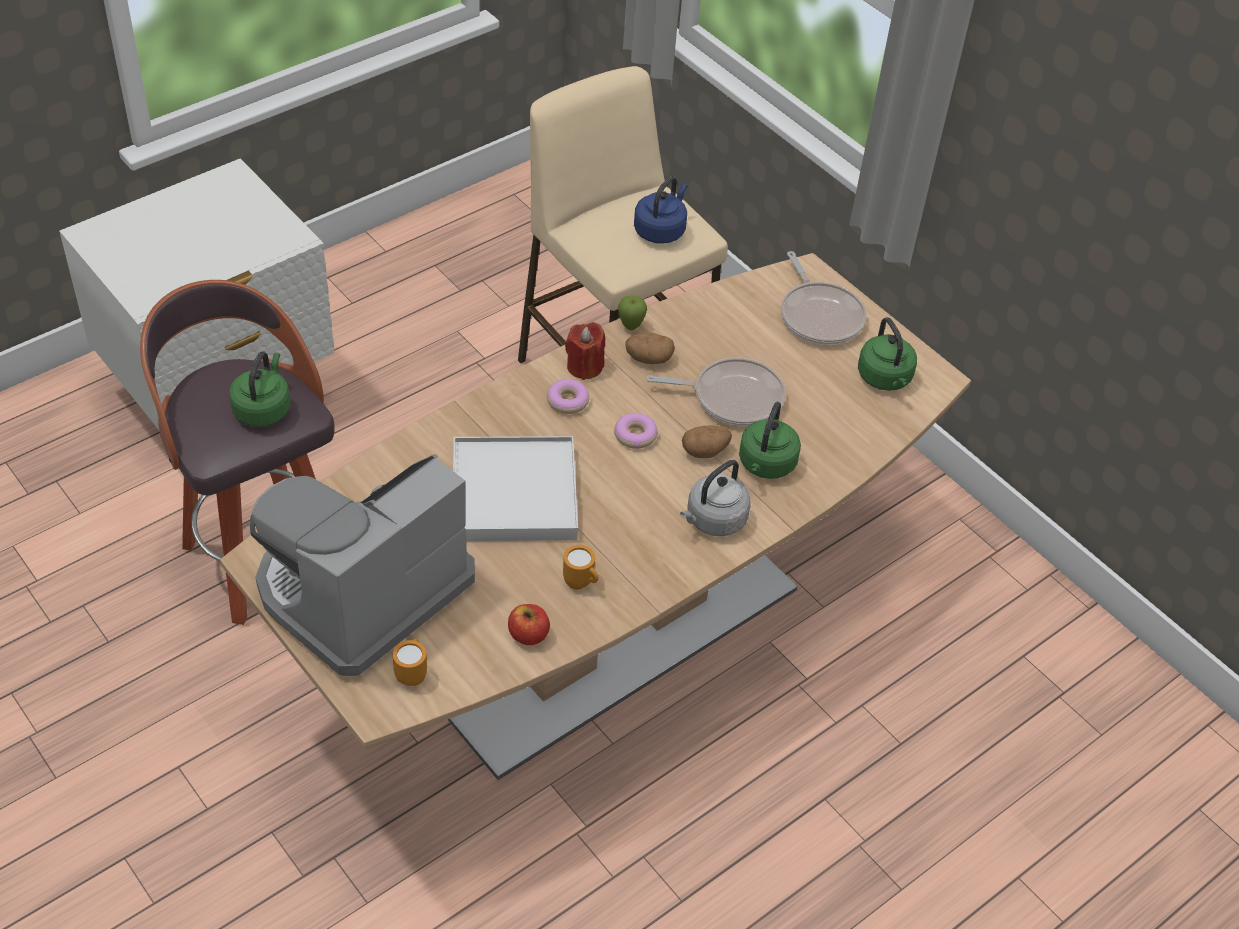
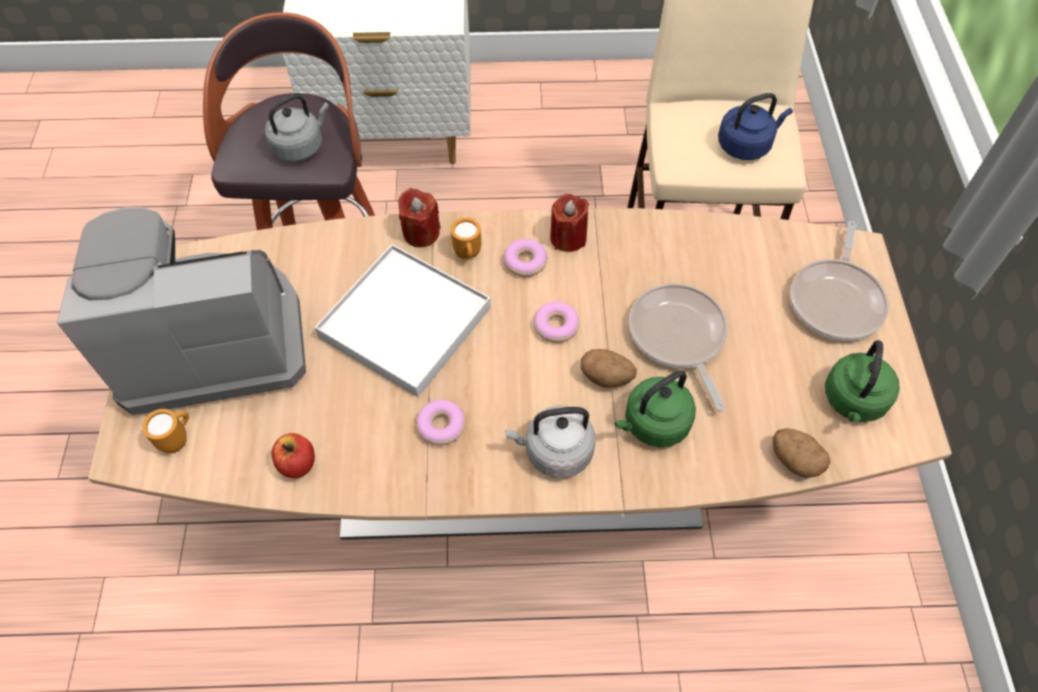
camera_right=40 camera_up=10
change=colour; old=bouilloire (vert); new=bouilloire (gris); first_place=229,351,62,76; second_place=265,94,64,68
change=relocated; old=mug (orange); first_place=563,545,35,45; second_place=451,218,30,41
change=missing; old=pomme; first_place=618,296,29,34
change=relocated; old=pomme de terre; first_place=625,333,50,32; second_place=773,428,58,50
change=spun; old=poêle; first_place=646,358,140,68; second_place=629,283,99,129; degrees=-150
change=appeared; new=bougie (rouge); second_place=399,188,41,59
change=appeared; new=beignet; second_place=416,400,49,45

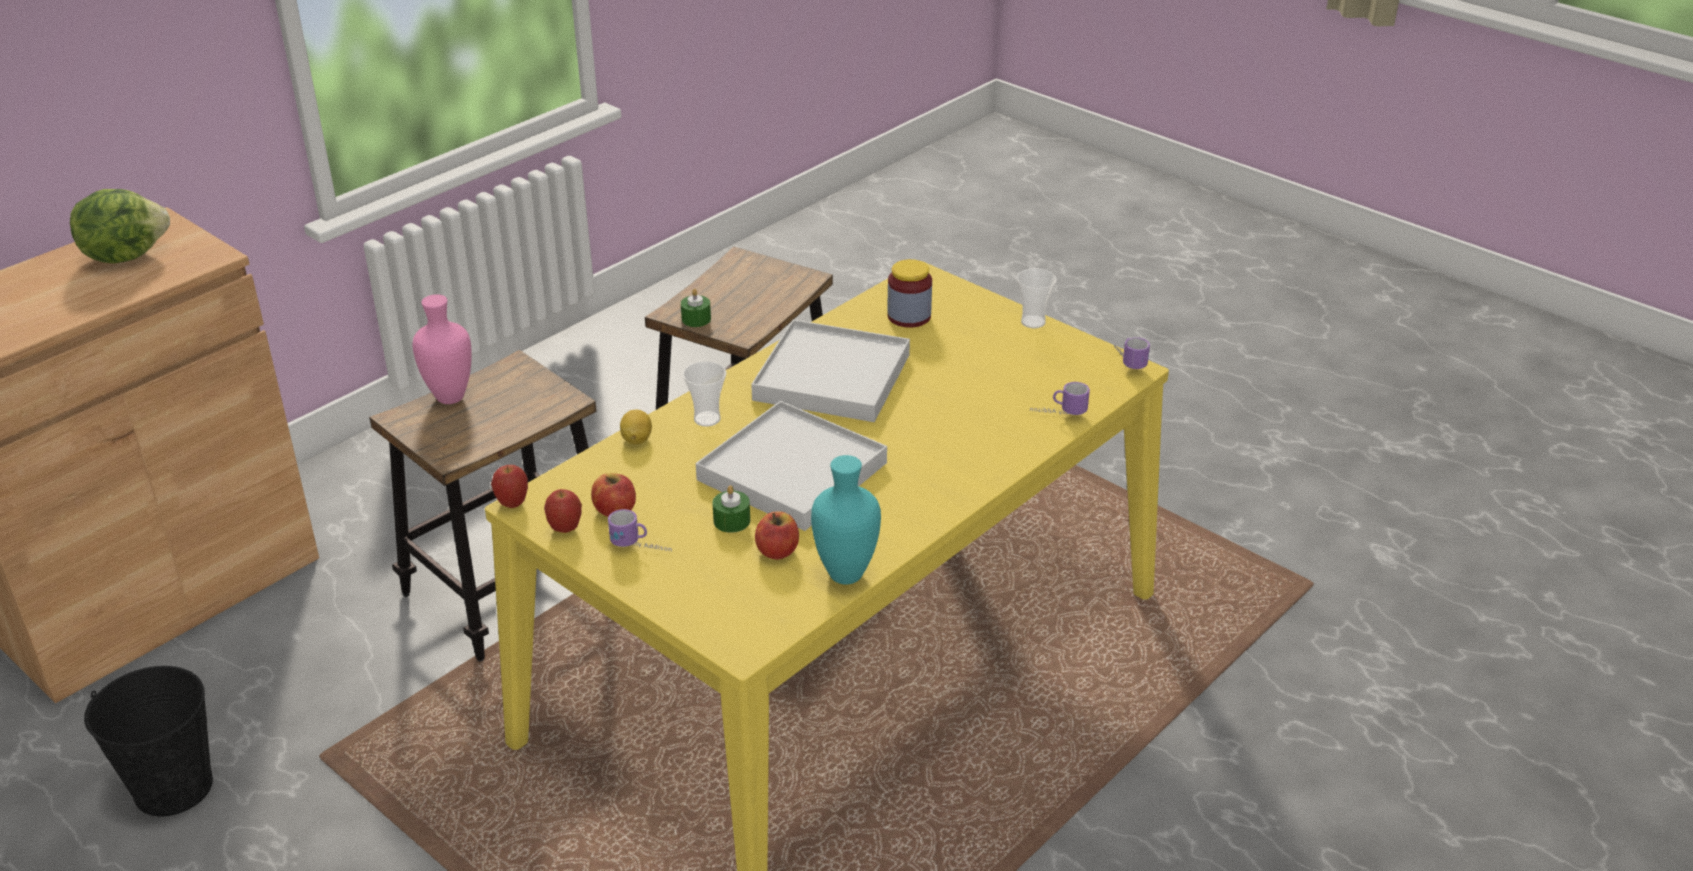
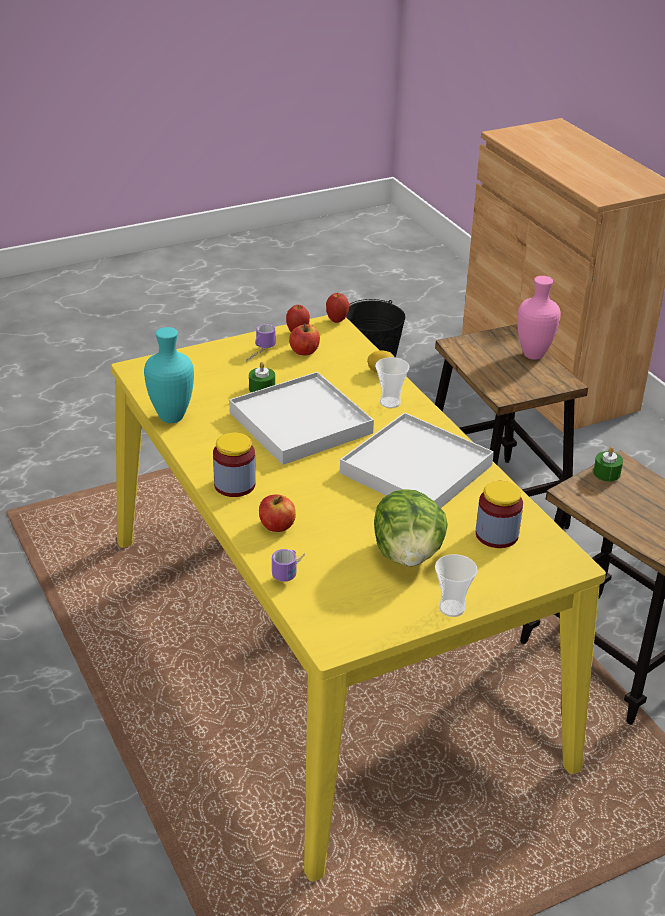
camera_right=110 camera_up=0
change=relocated; old=laitue; first_place=70,189,100,75; second_place=374,489,74,77
change=relocated; old=pomme; first_place=755,511,44,49; second_place=259,495,37,37
change=missing; old=mug; first_place=1114,337,36,32
change=appeared; new=bocal; second_place=213,433,43,64

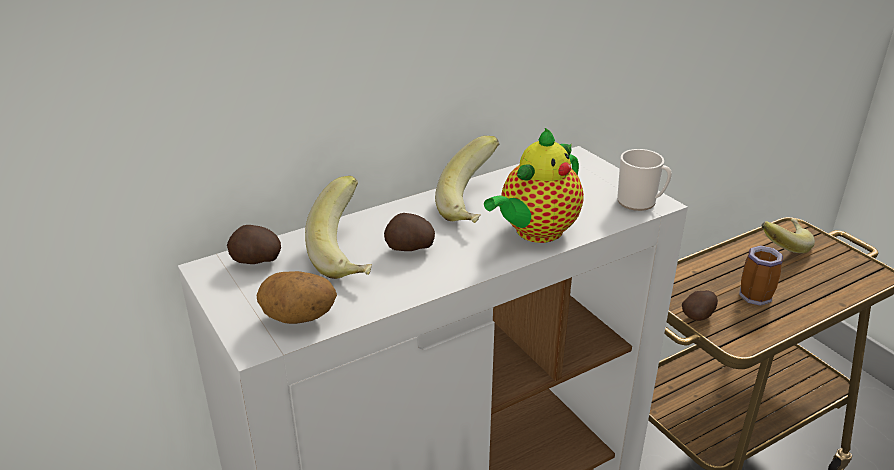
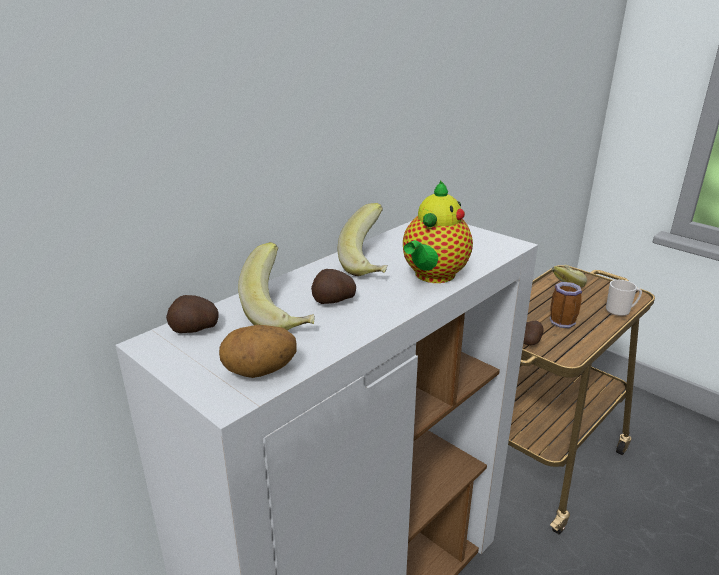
camera_right=-15 camera_up=-5
change=relocated; old=mug; first_place=617,149,55,62; second_place=606,280,36,36

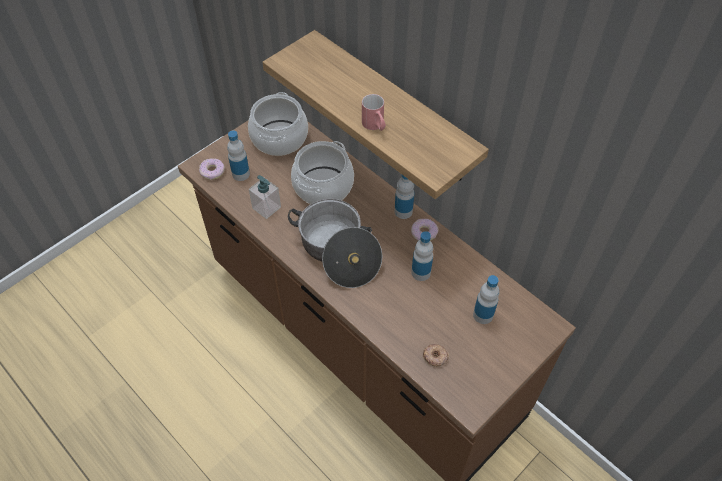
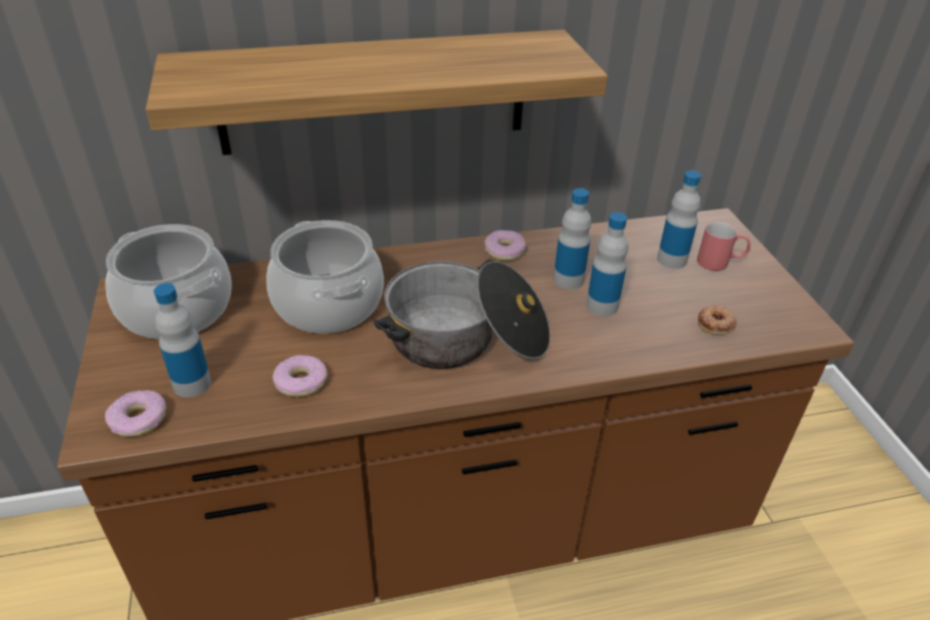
camera_right=-60 camera_up=-15
change=exchanged; old=distributeur de savon; new=beignet; first_place=249,175,32,44; second_place=273,355,55,42
change=relocated; old=mug (rouge); first_place=362,94,24,37; second_place=697,222,54,49
change=relocated; old=bouteille; first_place=394,175,20,44; second_place=586,212,42,104

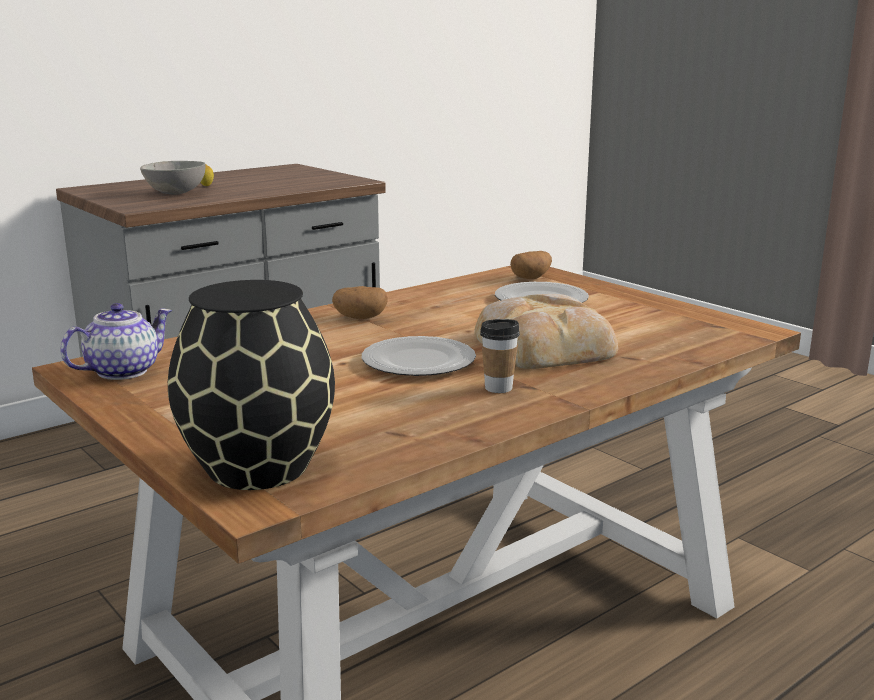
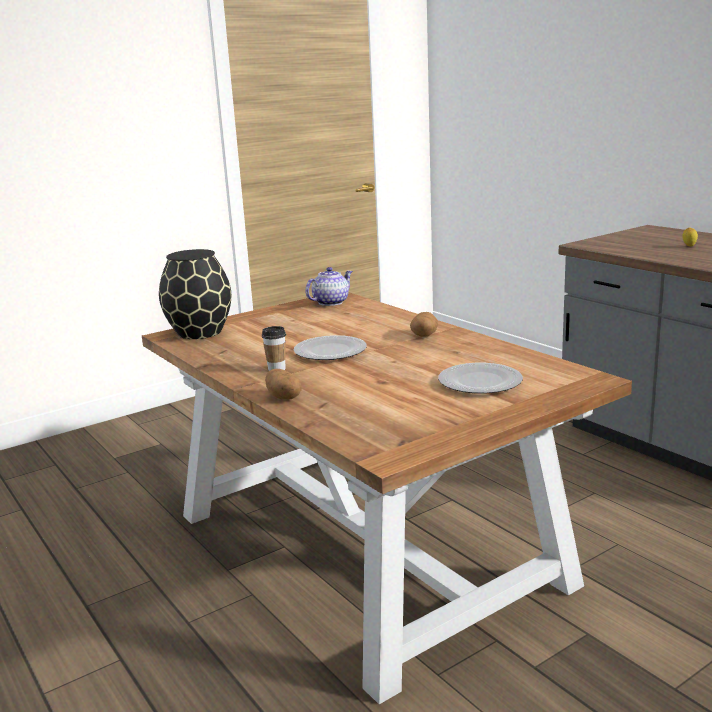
camera_right=95 camera_up=0
change=spun; old=théière; first_place=60,303,112,77; second_place=306,267,47,39; degrees=-90
change=missing; old=bol (gris); first_place=140,161,66,34
change=missing; old=pain; first_place=475,294,143,75
change=relocated; old=pomme de terre; first_place=510,251,42,28; second_place=265,369,37,30

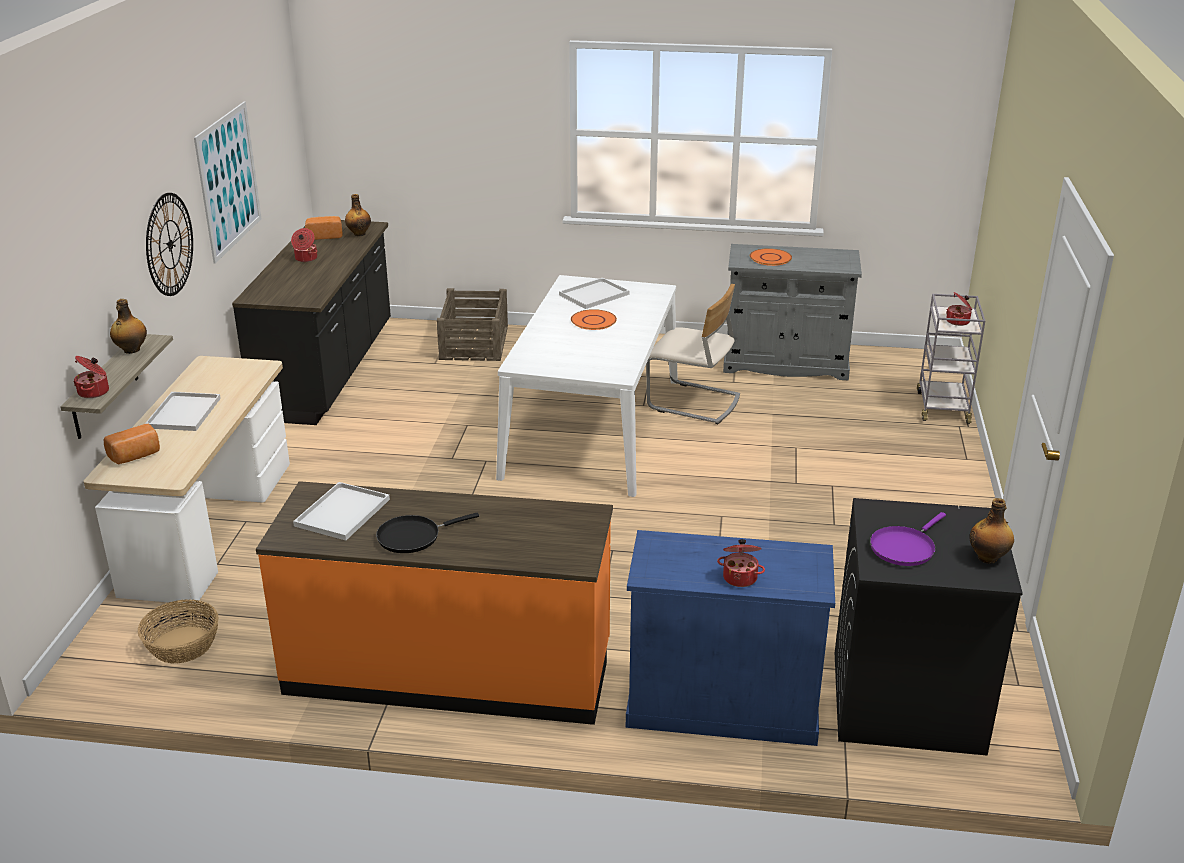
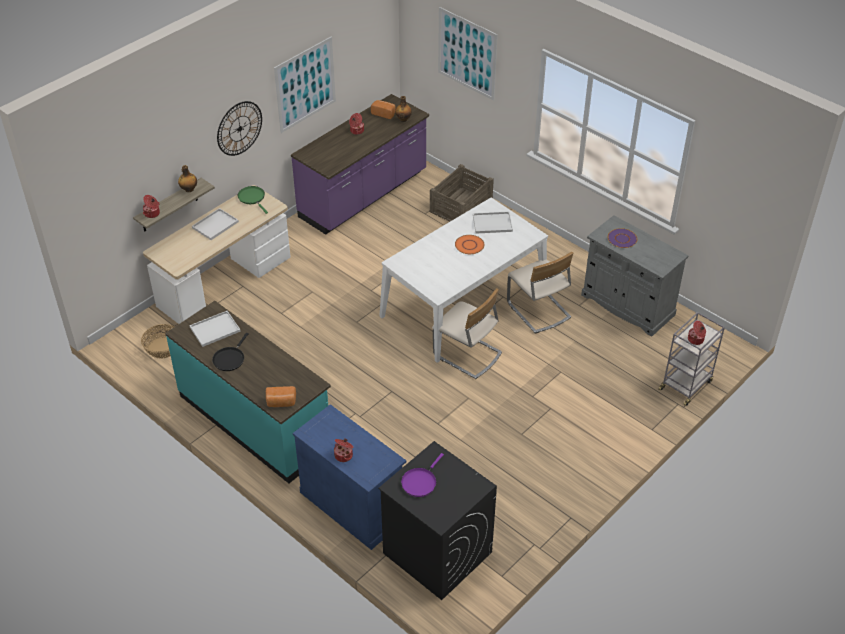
camera_right=35 camera_up=15
change=relocated; old=pain; first_place=104,424,56,40; second_place=266,386,30,21
change=colour; old=comptoir de cuisine (noir); new=comptoir de cuisine (violet); first_place=232,220,159,205; second_place=291,94,138,141
change=colour; old=comptoir de cuisine (orange); new=comptoir de cuisine (turquoise); first_place=256,481,357,244; second_place=165,301,166,182
change=spun; old=poêle (noir); first_place=376,513,103,40; second_place=212,333,37,38; degrees=-75
change=colour; old=assiette (orange); new=assiette (violet); first_place=750,248,42,18; second_place=608,228,29,20
change=spun; old=poêle (violet); first_place=870,512,76,54; second_place=401,453,43,44; degrees=-45
change=missing; old=bouteille; first_place=969,498,45,66
change=appeared; new=poêle (vert); second_place=238,186,30,28
change=appeared; new=chaise (beige); second_place=432,288,70,91
change=appeared; new=tableau; second_place=438,7,60,94

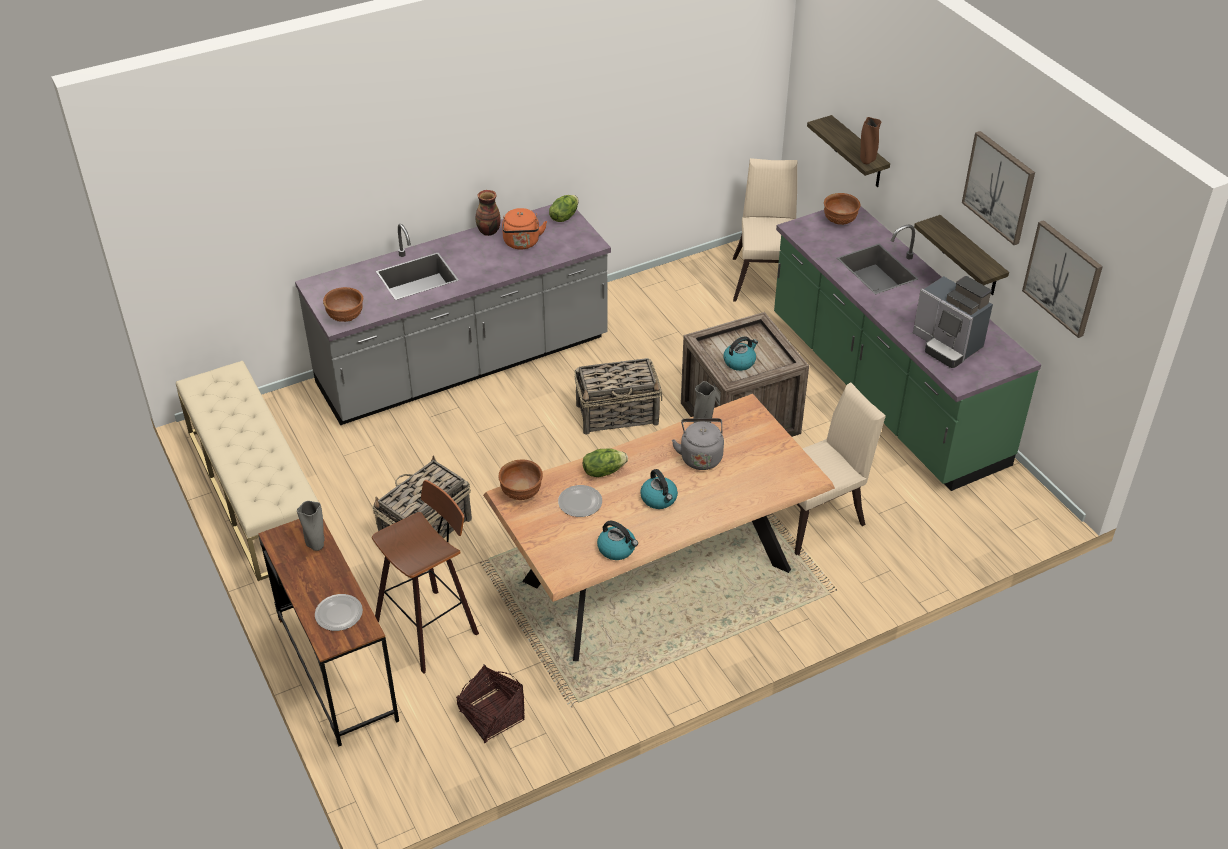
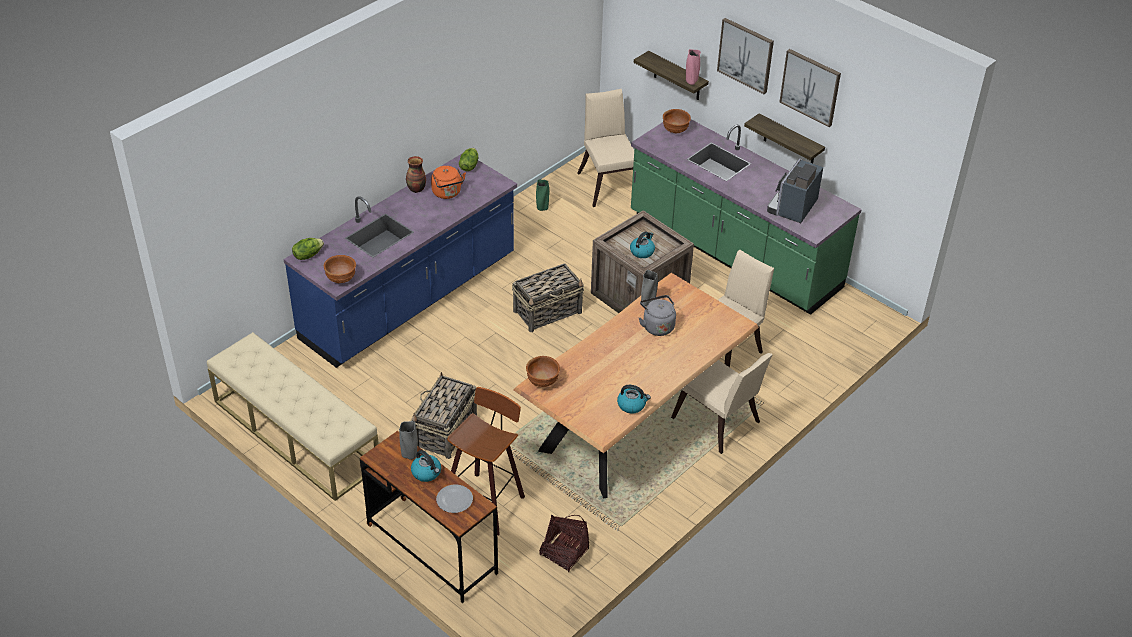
camera_right=-20 camera_up=0
change=colour; old=comptoir de cuisine (gris); new=comptoir de cuisine (bleu); first_place=295,204,316,221; second_place=284,154,233,214
change=missing; old=assiette; first_place=558,485,44,32
change=relocated; old=laitue; first_place=583,448,45,29; second_place=292,238,32,22
change=relocated; old=bouilloire; first_place=640,469,38,40; second_place=411,450,30,32
change=colour; old=vase (marron); new=vase (rose); first_place=860,117,21,47; second_place=686,49,15,36
change=spun; old=machine à café; first_place=913,276,80,92; second_place=767,158,56,65; degrees=90
change=relocated; old=tableau; first_place=1022,220,81,118; second_place=717,18,57,76
change=appeared; new=vase (vert); second_place=536,179,13,32
change=appeared; new=chaise (beige); second_place=671,353,102,101

